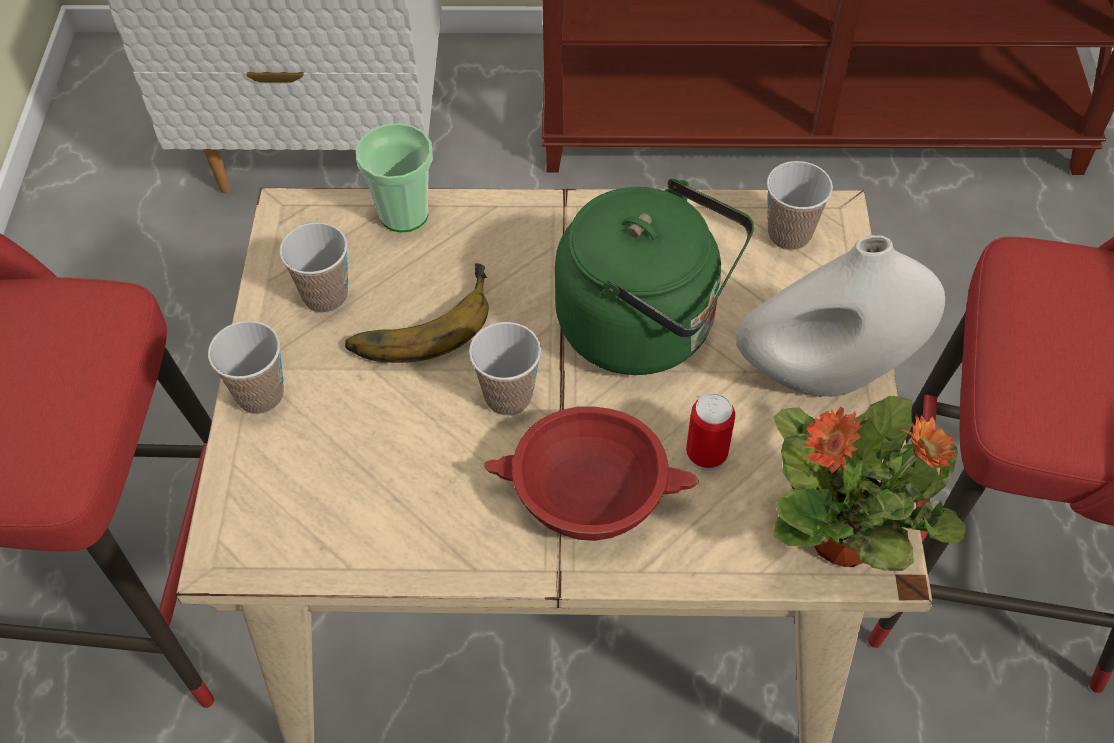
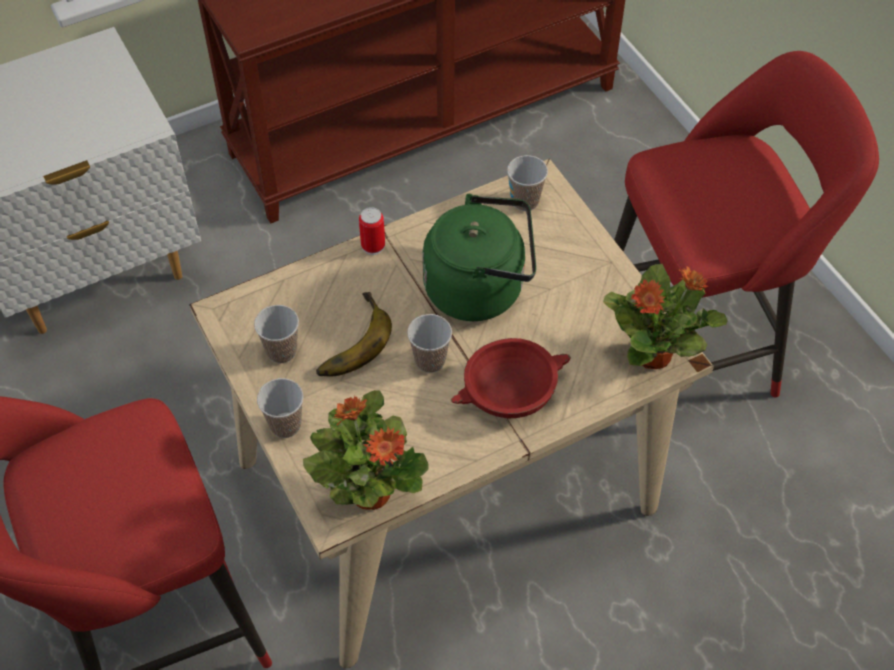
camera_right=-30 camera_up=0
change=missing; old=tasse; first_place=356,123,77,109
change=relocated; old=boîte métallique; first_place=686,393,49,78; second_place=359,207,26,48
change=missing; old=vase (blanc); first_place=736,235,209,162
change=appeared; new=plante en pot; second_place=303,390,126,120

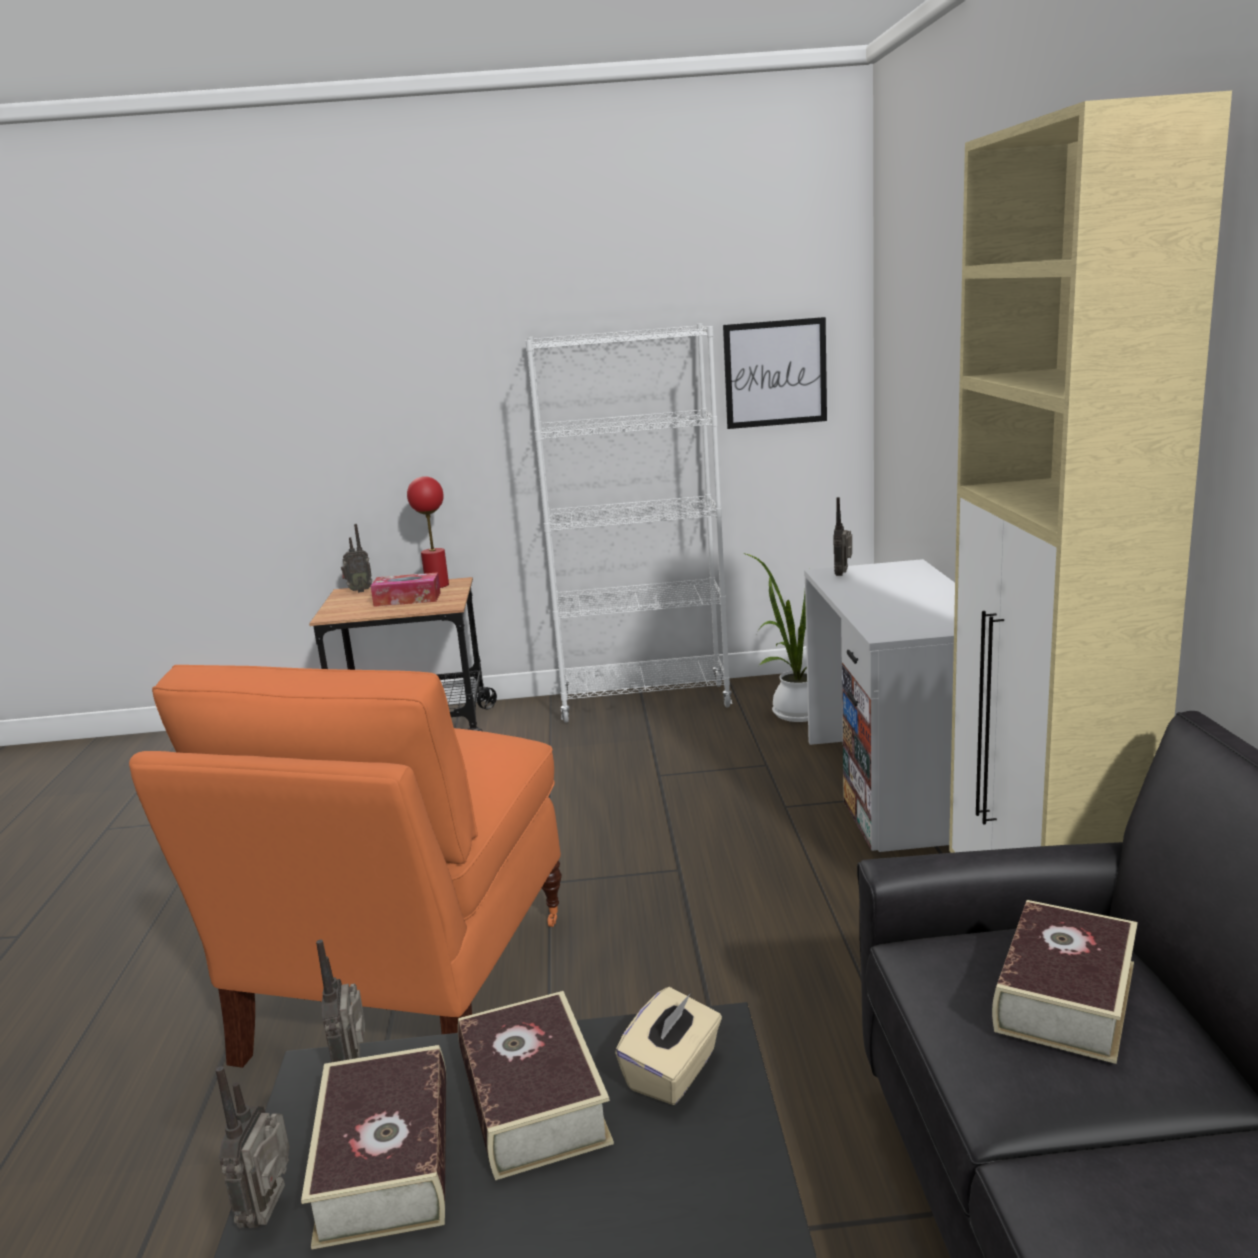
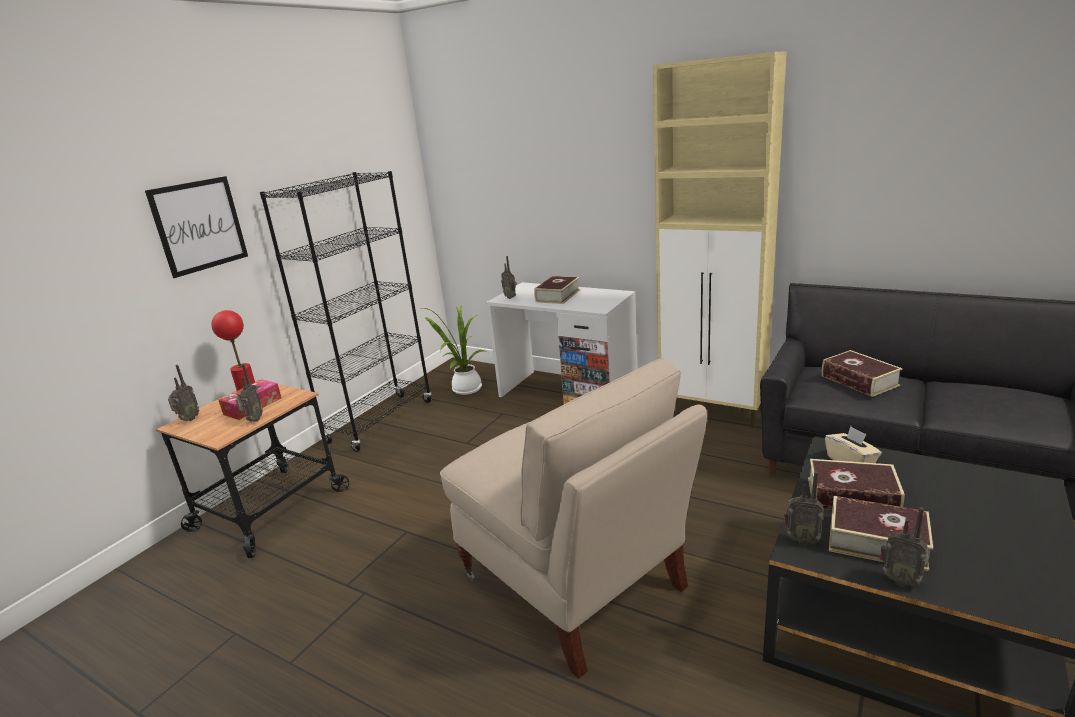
camera_right=-55 camera_up=5
change=colour; old=chaise (orange); new=chaise (beige); first_place=129,665,433,403; second_place=440,358,267,321
change=colour; old=bibliothèque (blanc); new=bibliothèque (noir); first_place=525,323,207,400; second_place=260,171,171,281
change=relocated; old=tableau; first_place=723,317,104,112; second_place=145,176,103,102
change=appeared; new=radio; second_place=236,364,27,58
change=appeared; new=livre; second_place=534,276,46,28

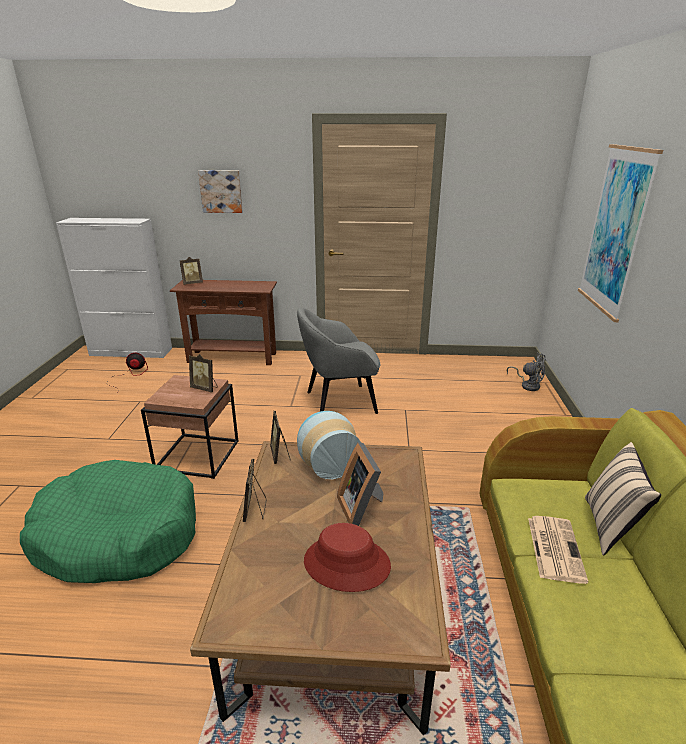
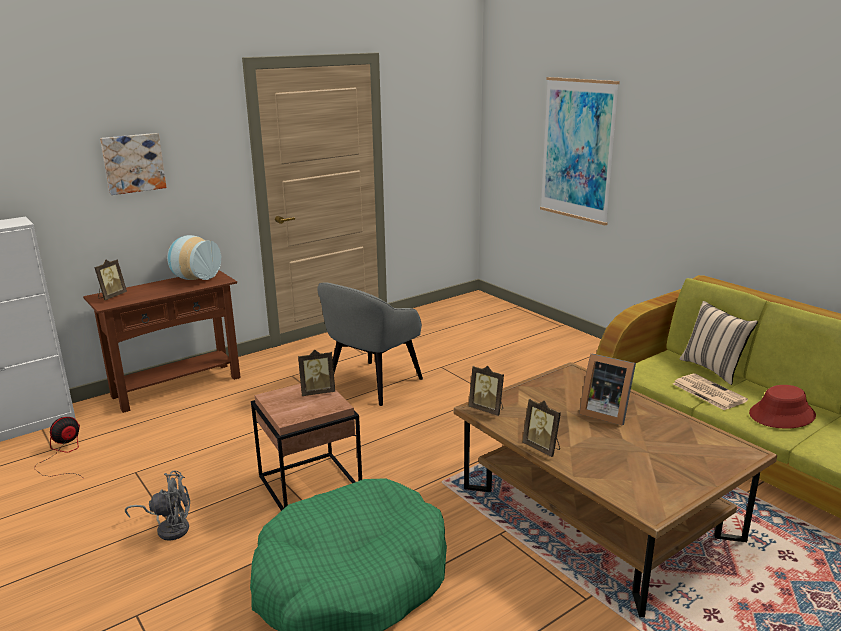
camera_right=-40 camera_up=-5
change=relocated; old=vase; first_place=297,411,64,69; second_place=167,235,54,45
change=relocated; old=chapeau (rouge); first_place=304,523,87,69; second_place=749,385,67,44
change=relocated; old=ventilateur (gris); first_place=507,353,39,38; second_place=125,471,65,70

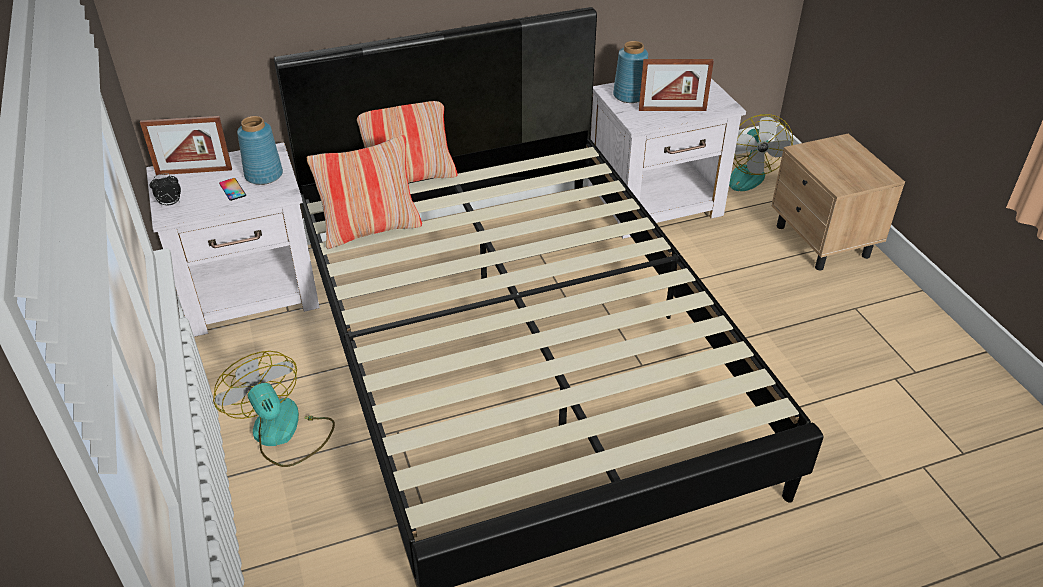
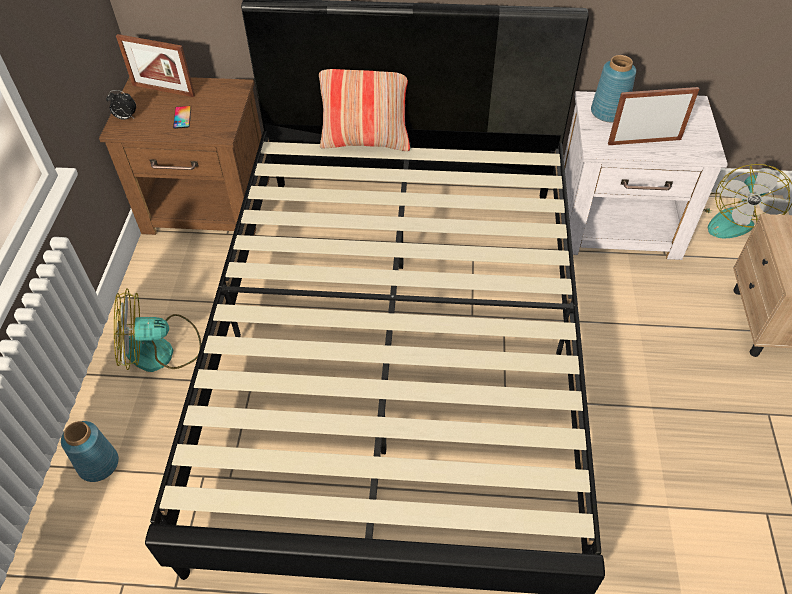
camera_right=25 camera_up=10
change=colour; old=table de chevet (blanc); new=table de chevet (marron); first_place=146,142,174,195; second_place=99,77,171,159
change=spun; old=ventilateur; first_place=213,351,122,116; second_place=114,288,87,84; degrees=-90
change=relocated; old=vase (bleu); first_place=237,116,46,69; second_place=61,421,58,61
change=missing; old=coussin; first_place=307,135,115,114
change=spun; old=cadre photo; first_place=639,59,75,52; second_place=608,87,91,58; degrees=150

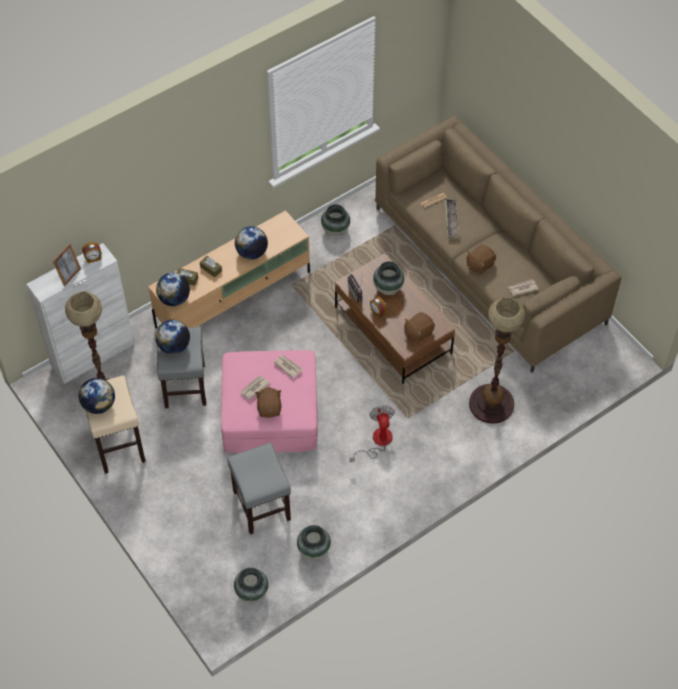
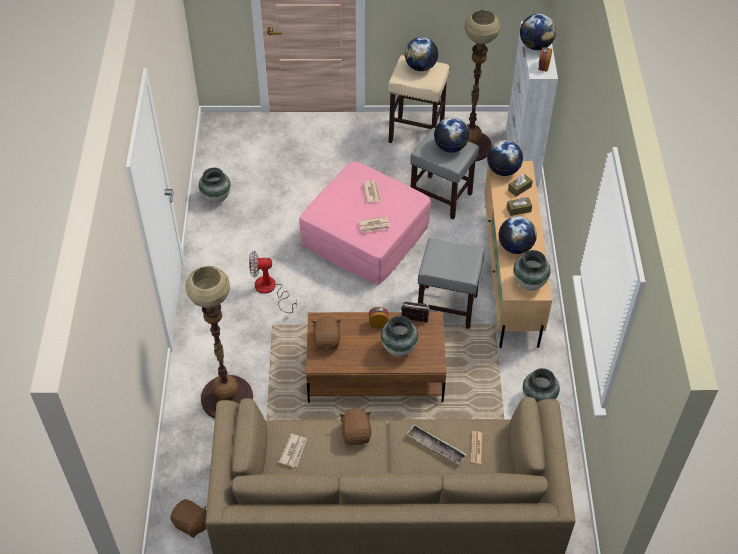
camera_right=125 camera_up=-5
change=exchanged; old=cadre photo; new=globe; first_place=52,244,29,42; second_place=520,14,36,36
change=relocated; old=tabouret (gris); first_place=227,443,64,91; second_place=418,238,67,91
change=relocated; old=vase; first_place=234,568,34,35; second_place=513,250,38,41
change=relocated; old=peluche (marron); first_place=255,387,26,31; second_place=170,499,37,39
change=spun; old=ventilateur; first_place=350,405,45,58; second_place=249,251,48,62; degrees=150

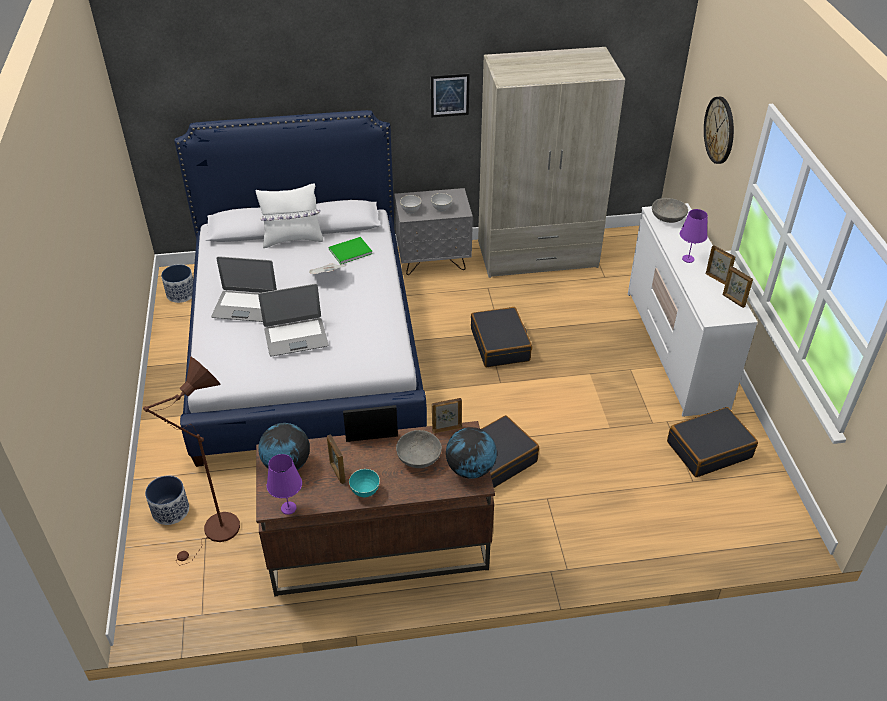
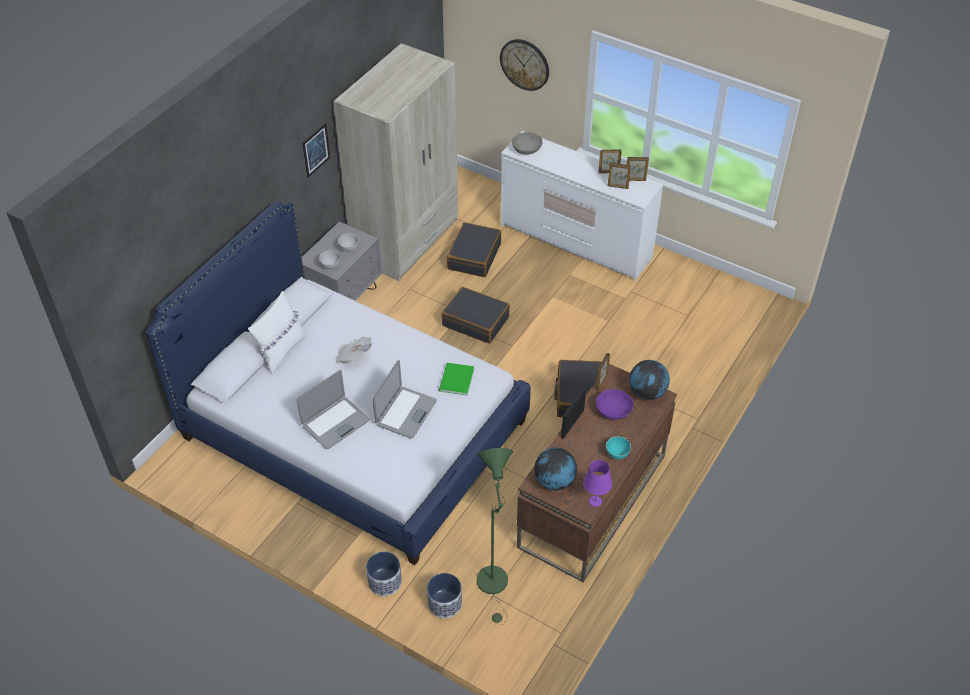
camera_right=-50 camera_up=5
change=colour; old=lampadaire (marron); new=lampadaire (vert); first_place=143,356,97,209; second_place=476,448,37,177
change=relocated; old=cache-pot; first_place=161,264,32,39; second_place=366,551,36,45
change=relocated; old=cadre photo; first_place=327,434,19,50; second_place=608,163,23,26
change=relocated; old=livre (vert); first_place=329,237,43,28; second_place=439,363,35,33
change=colour; old=bol (gris); new=bol (violet); first_place=396,430,46,38; second_place=596,389,37,31
change=relocated; old=valise (noir); first_place=667,407,91,70; second_place=447,222,54,55
change=missing; old=lampe de table (violet); first_place=680,209,28,54

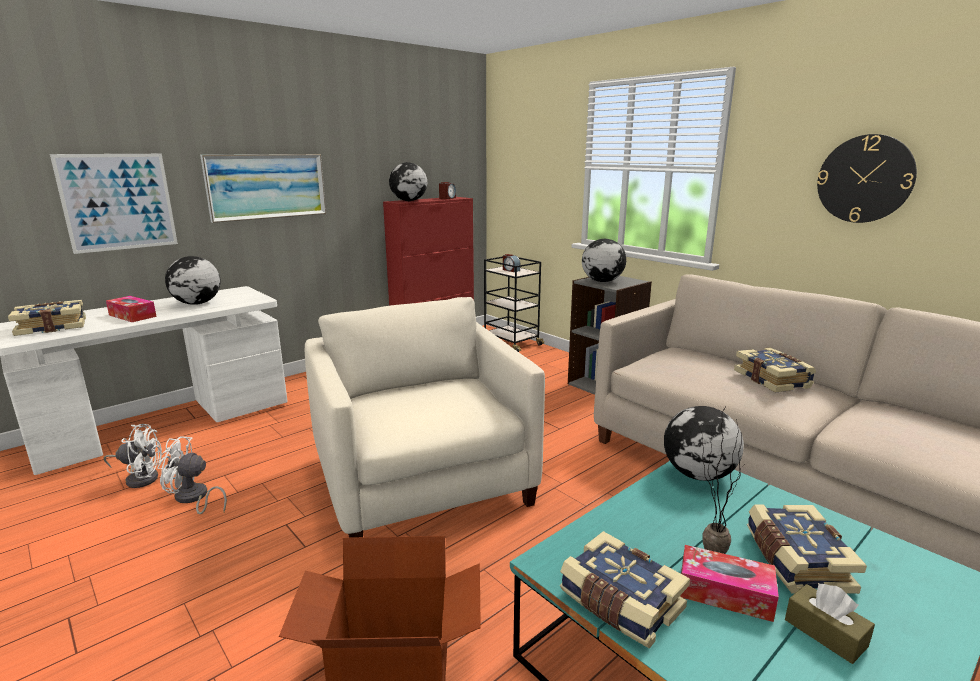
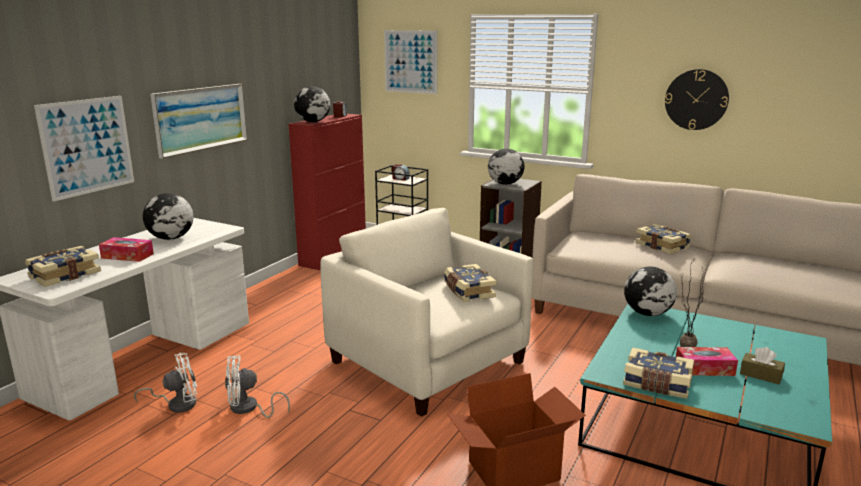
camera_right=-20 camera_up=0
change=relocated; old=livre; first_place=747,504,120,90; second_place=444,264,52,38
change=appeared; new=tableau; second_place=384,30,54,64

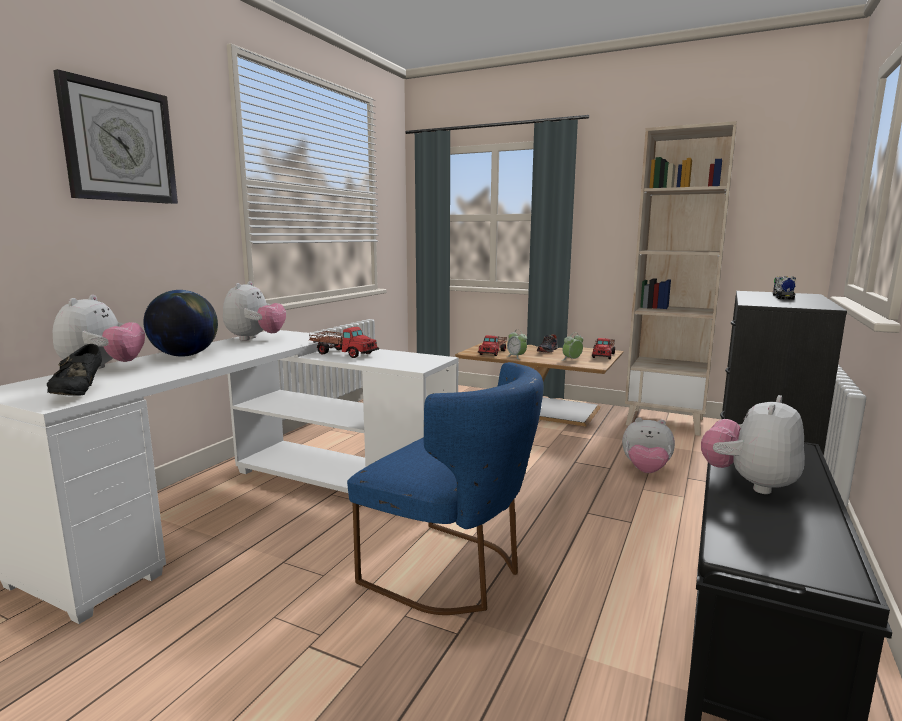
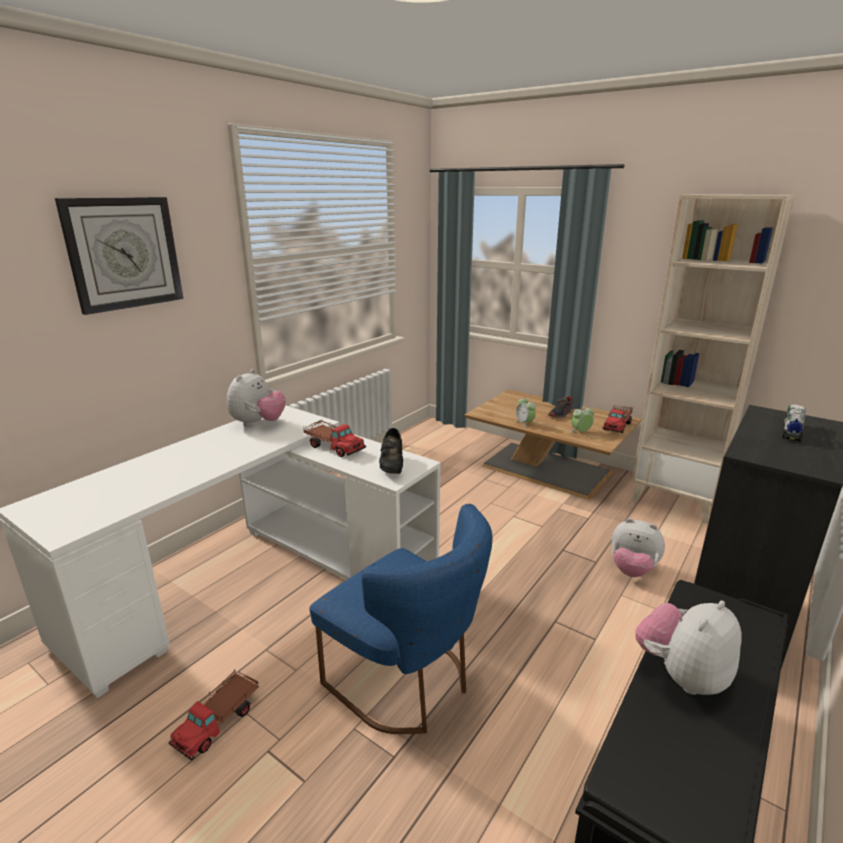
camera_right=10 camera_up=10
change=relocated; old=chaussure (noir); first_place=47,344,55,52; second_place=379,428,24,46
change=missing; old=peluche; first_place=52,295,93,74
change=missing; old=globe; first_place=143,290,75,67
change=relocated; old=camion jouet; first_place=478,335,29,21; second_place=168,669,91,92

